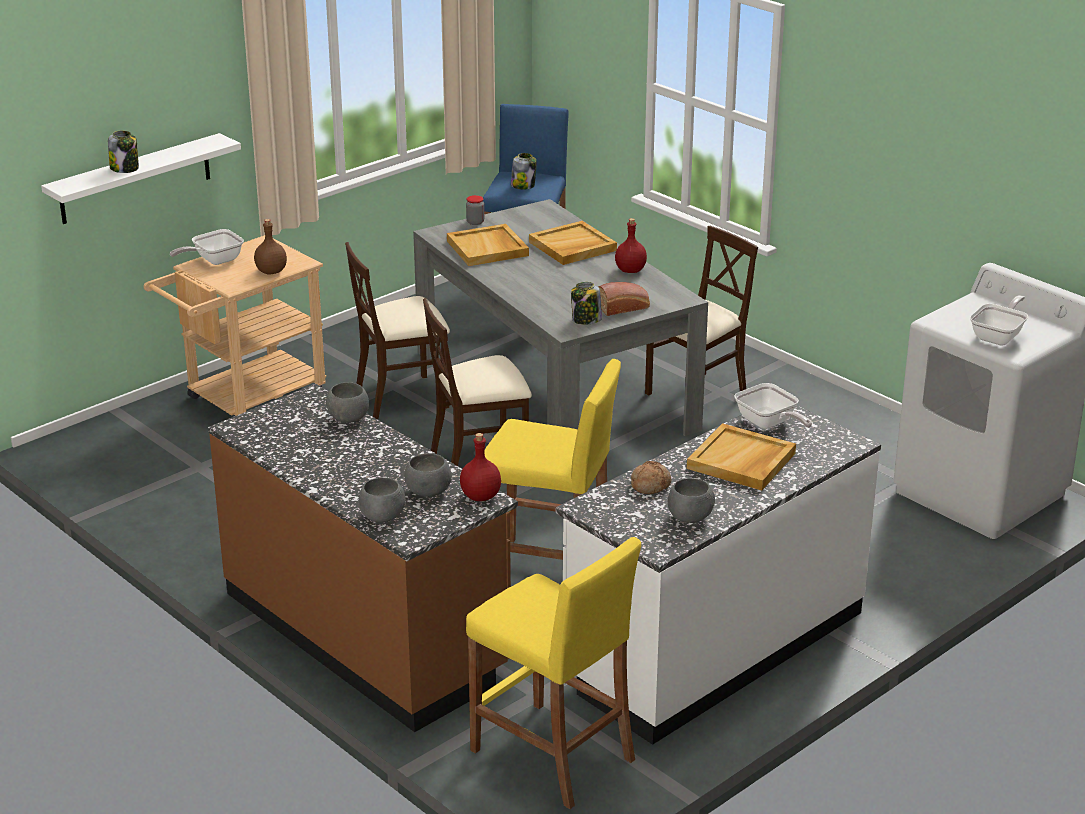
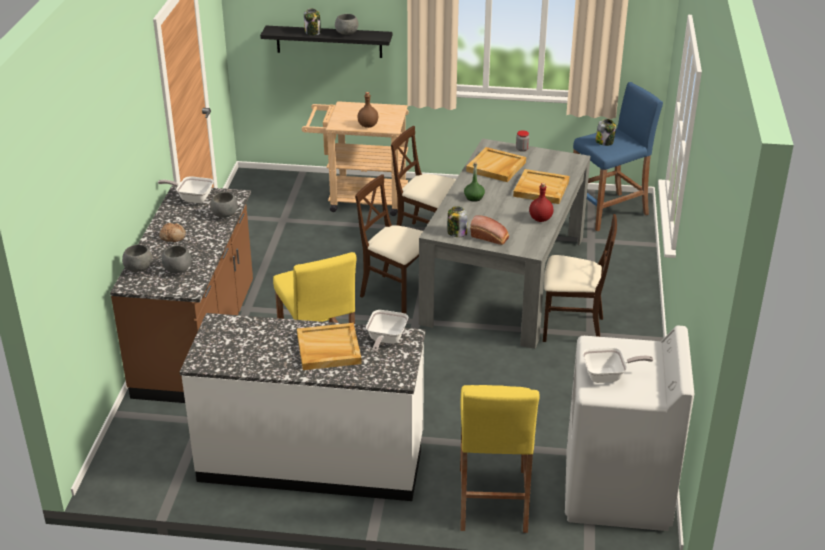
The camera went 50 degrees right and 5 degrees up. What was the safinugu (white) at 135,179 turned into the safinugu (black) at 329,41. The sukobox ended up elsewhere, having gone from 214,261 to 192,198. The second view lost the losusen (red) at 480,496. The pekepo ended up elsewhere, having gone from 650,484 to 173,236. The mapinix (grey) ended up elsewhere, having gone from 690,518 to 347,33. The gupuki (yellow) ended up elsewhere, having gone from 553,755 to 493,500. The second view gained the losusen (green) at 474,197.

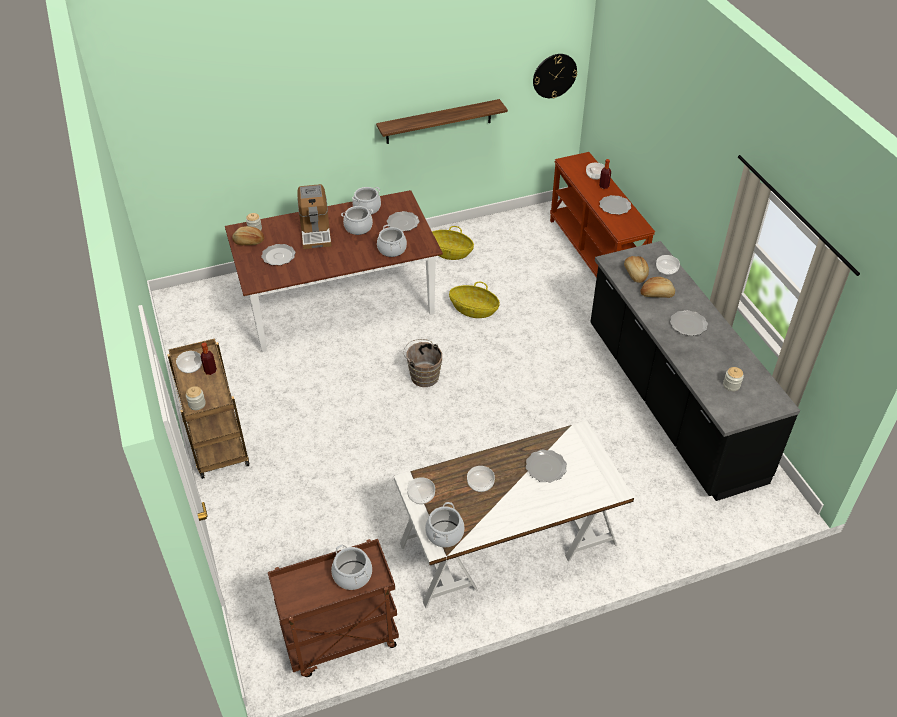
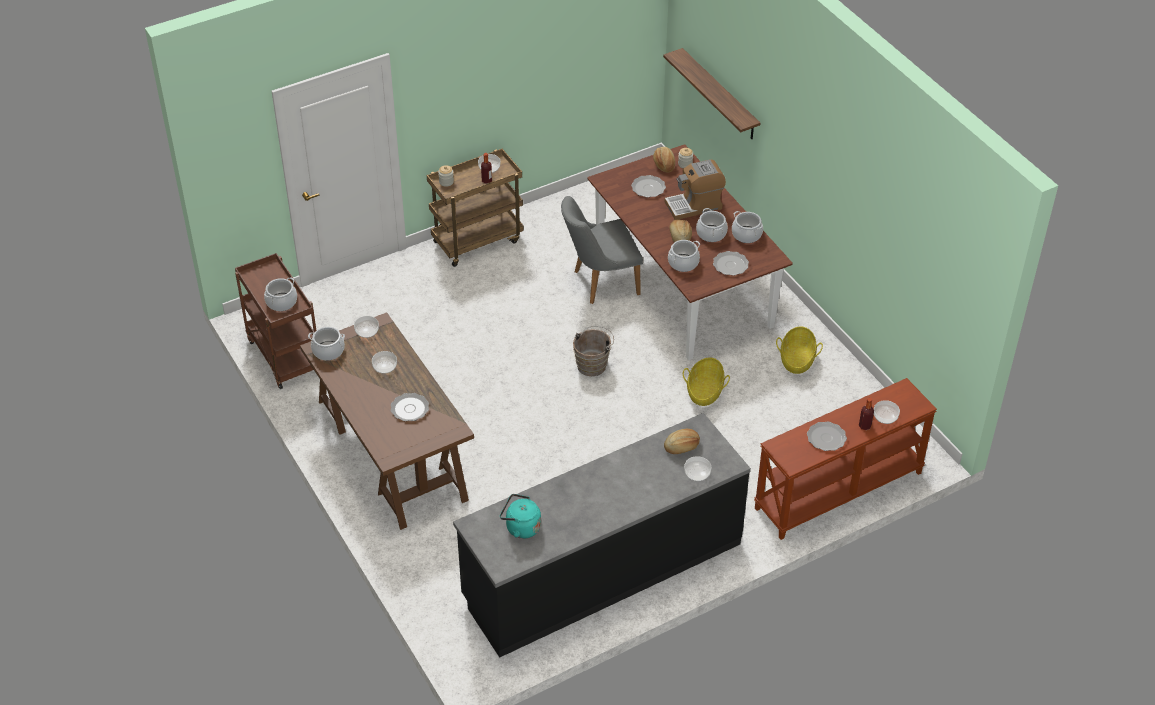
The camera went 80 degrees right and 0 degrees up. The second view lost the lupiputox at 554,75. The safinugu ended up elsewhere, having gone from 439,121 to 719,95. The pekepo ended up elsewhere, having gone from 657,294 to 679,237. The second view lost the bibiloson at 688,324. Where the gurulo stood at 731,385, the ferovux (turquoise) came to stand at 521,527. What was the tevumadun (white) at 508,545 turned into the tevumadun (brown) at 390,450. The second view gained the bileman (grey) at 599,283.

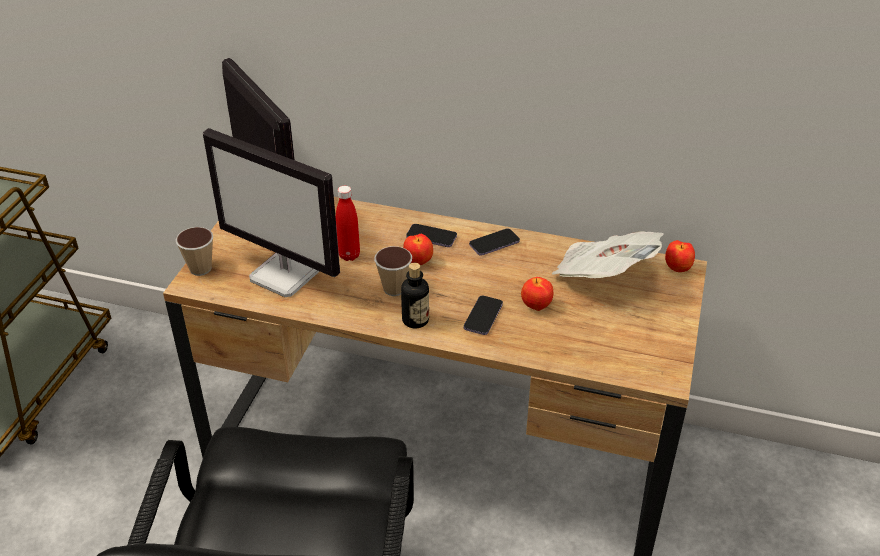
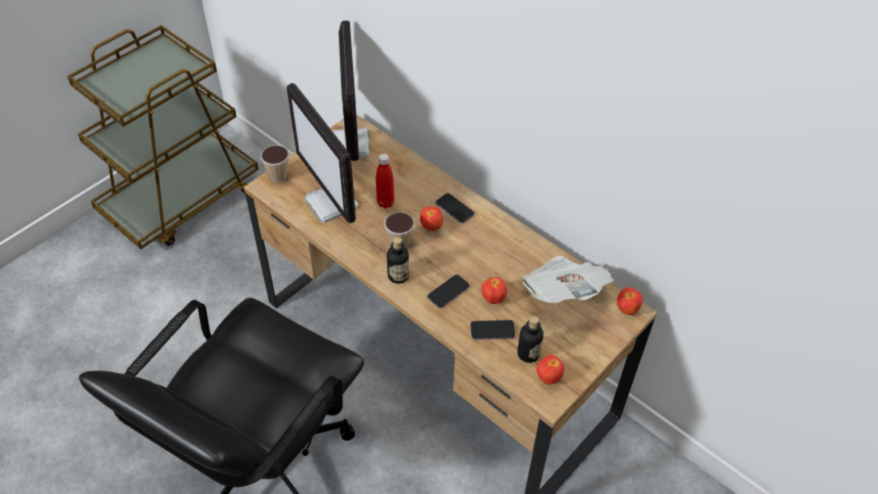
The camera went 25 degrees right and 10 degrees up. The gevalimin ended up elsewhere, having gone from 494,243 to 492,331. The second view gained the losusen at 528,354. The second view gained the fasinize at 548,377.

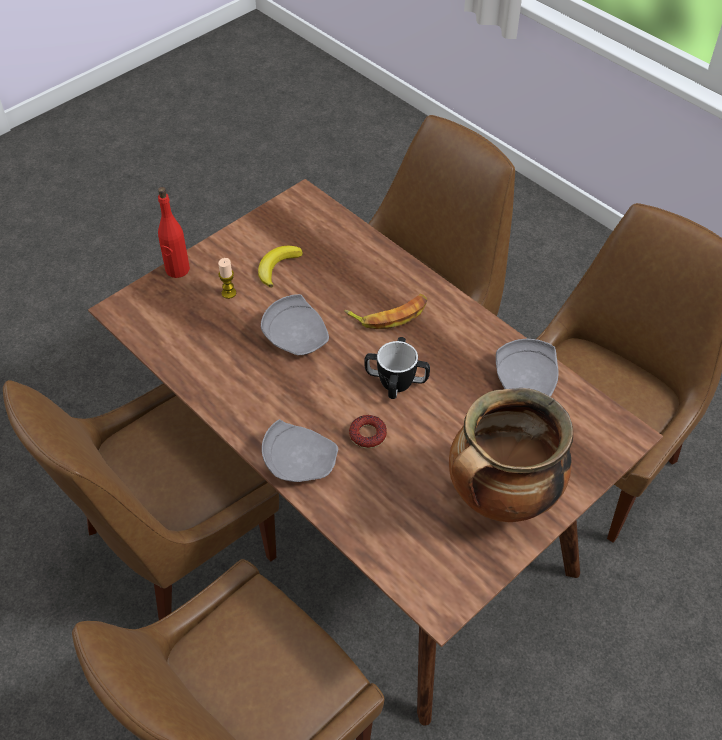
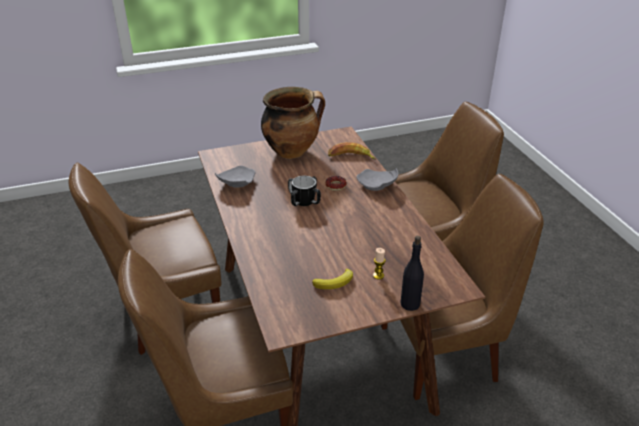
The camera went 155 degrees left and 15 degrees down. What was the losusen (red) at 177,269 turned into the losusen (black) at 410,304. The second view lost the bibiloson (grey) at 297,336. The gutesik ended up elsewhere, having gone from 389,314 to 350,156.

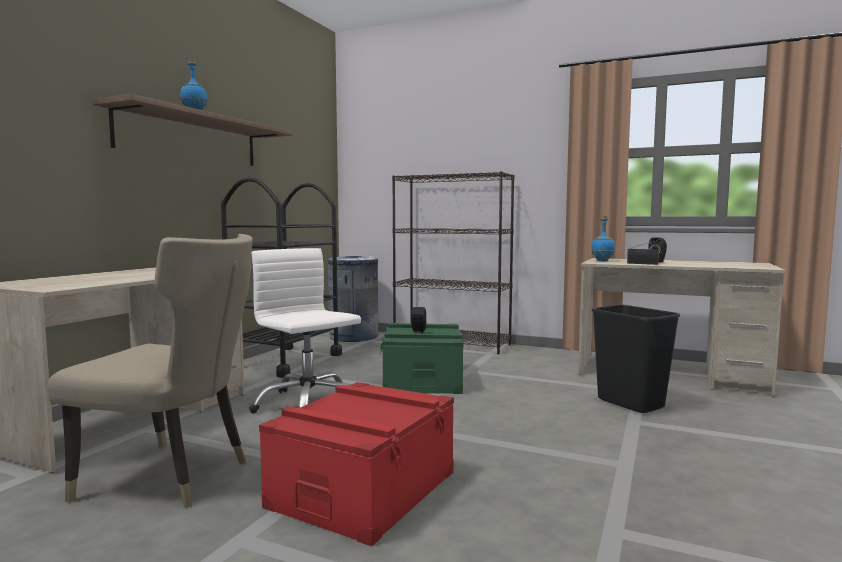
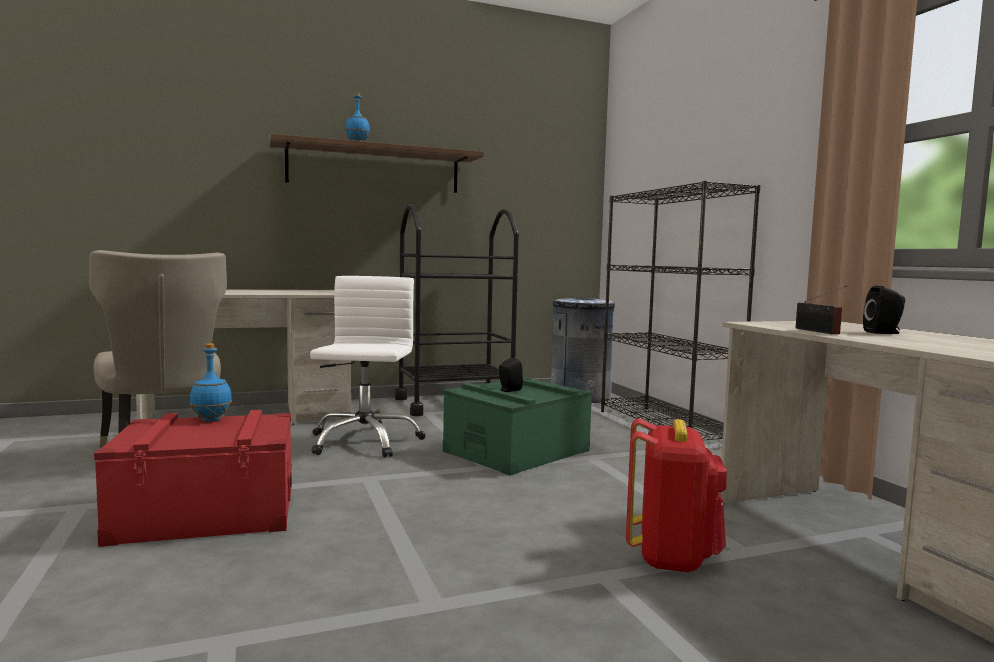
The camera went 45 degrees right and 0 degrees up. The losusen (blue) ended up elsewhere, having gone from 602,261 to 211,420. Where the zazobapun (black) stood at 629,404, the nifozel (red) came to stand at 671,557.

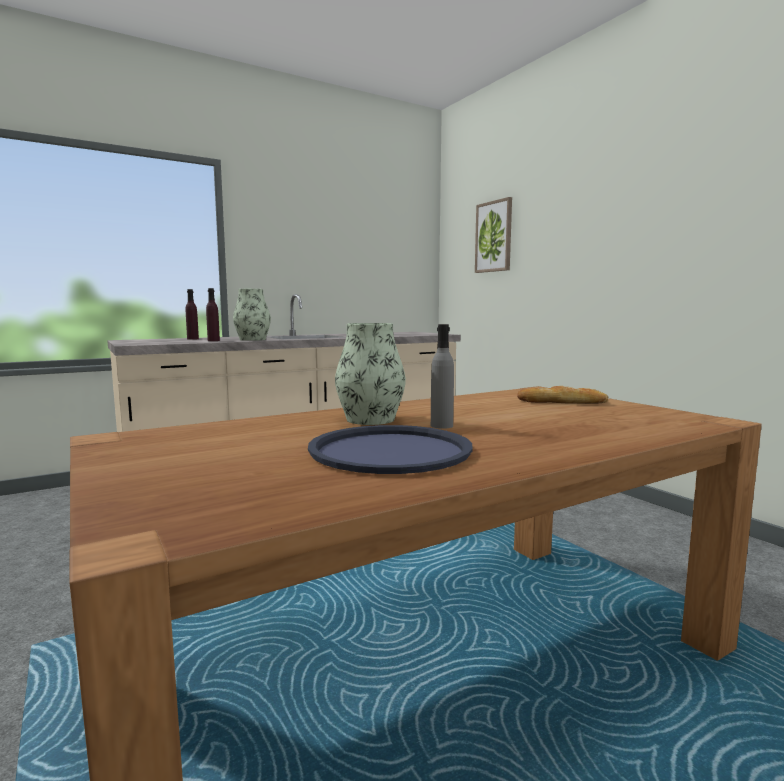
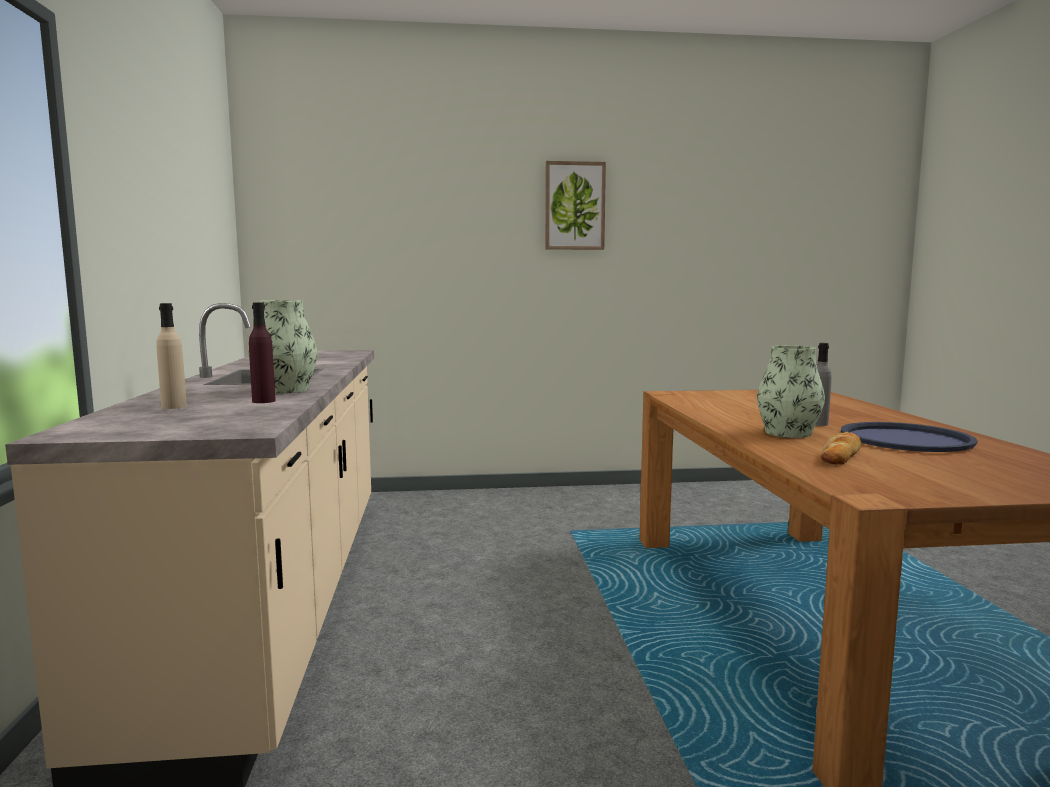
The camera went 65 degrees left and 0 degrees up. The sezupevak ended up elsewhere, having gone from 494,236 to 574,206. What was the losusen (purple) at 193,339 turned into the losusen (beige) at 174,406. The pekepo ended up elsewhere, having gone from 562,402 to 841,455.

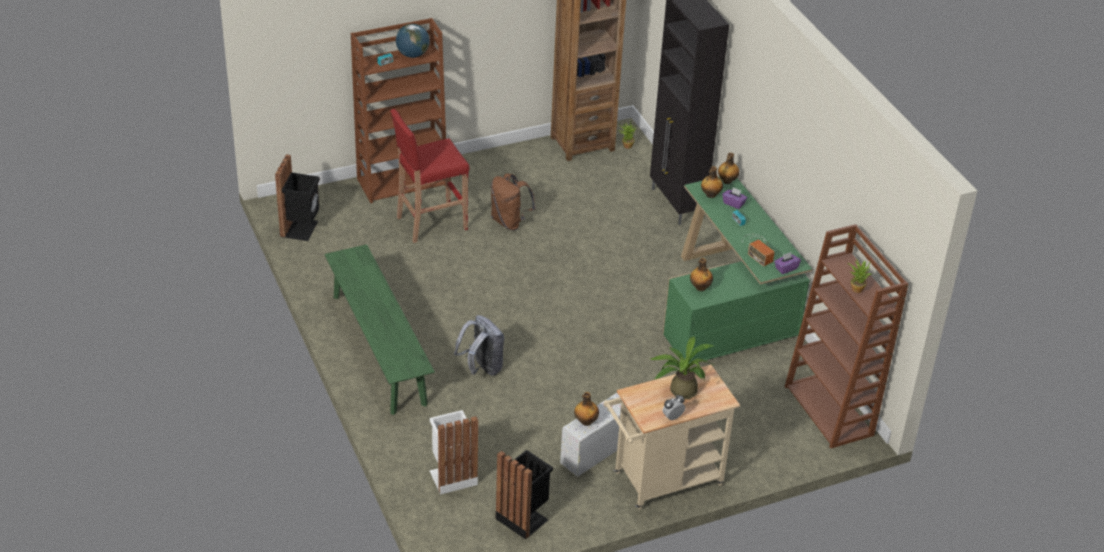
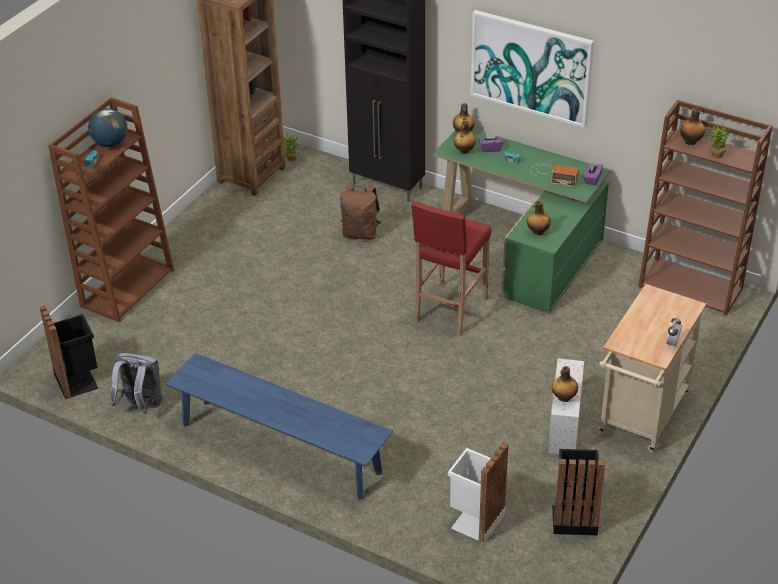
The camera went 35 degrees left and 0 degrees up. The gupuki (red) ended up elsewhere, having gone from 430,223 to 450,310. The nifozel (brown) ended up elsewhere, having gone from 509,222 to 360,234. What was the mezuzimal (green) at 378,349 turned into the mezuzimal (blue) at 280,448. The nifozel (grey) ended up elsewhere, having gone from 482,368 to 141,406. The second view lost the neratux at 679,390. The second view gained the sezupevak at 531,67. The second view gained the losusen at 691,142.

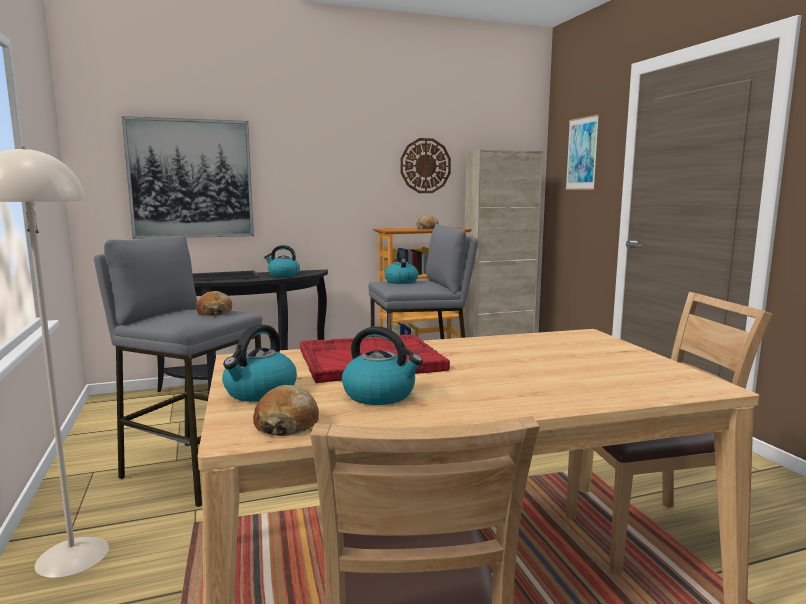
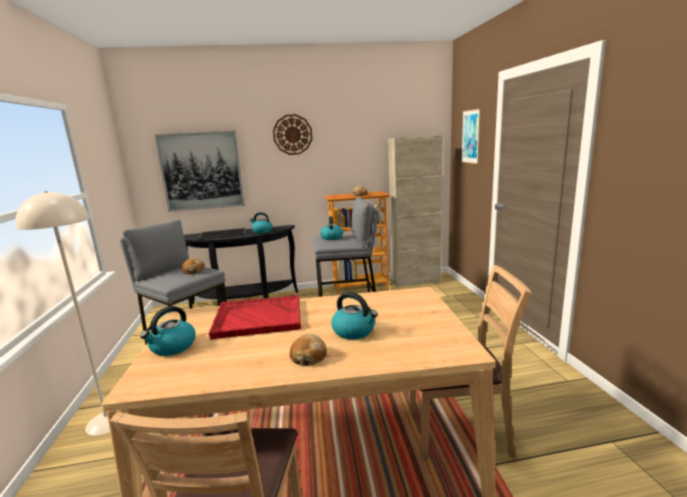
The camera went 10 degrees right and 5 degrees up. The lupiputox ended up elsewhere, having gone from 425,166 to 292,134. The ferovux ended up elsewhere, having gone from 380,395 to 354,331. The pekepo ended up elsewhere, having gone from 287,424 to 309,356.

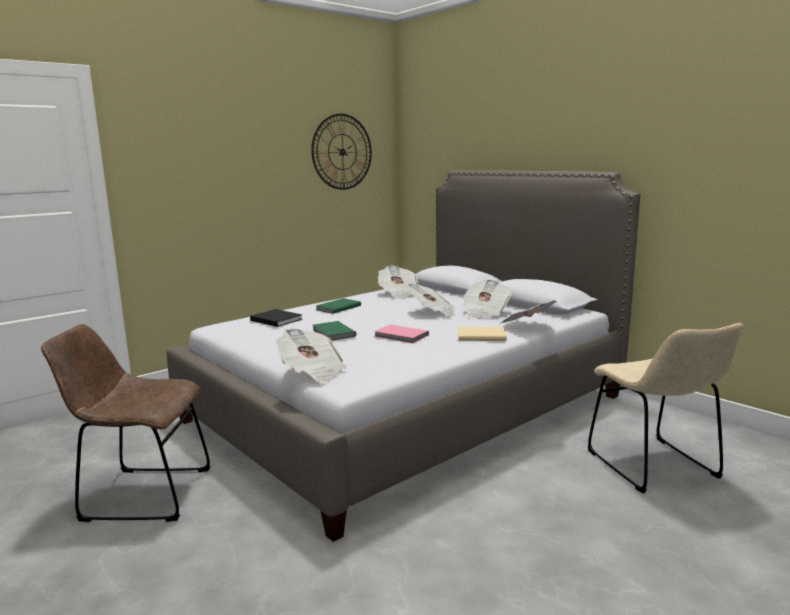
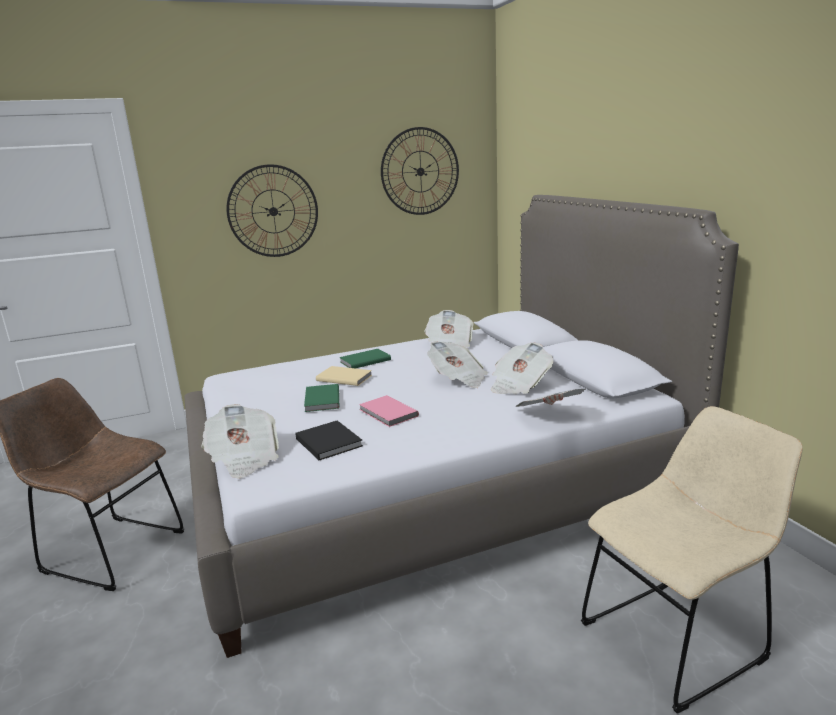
The camera went 20 degrees right and 5 degrees up. The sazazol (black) ended up elsewhere, having gone from 275,319 to 328,441. The bileman (beige) at 656,468 ended up facing another way, 120 degrees counterclockwise from before. The sazazol (beige) ended up elsewhere, having gone from 480,336 to 344,377. The second view gained the lupiputox at 273,211.

